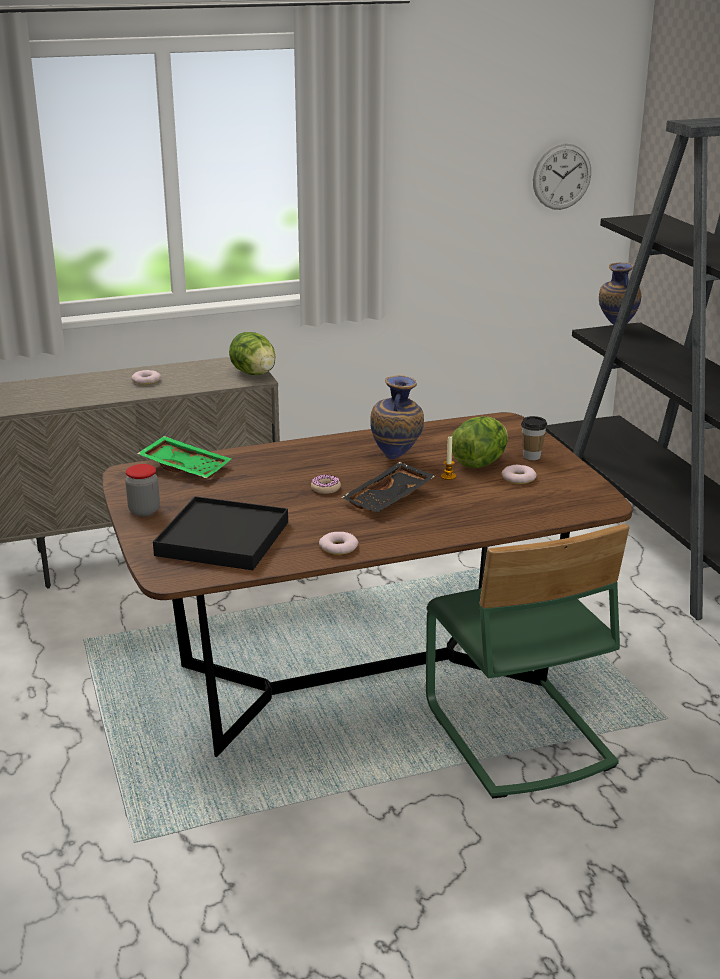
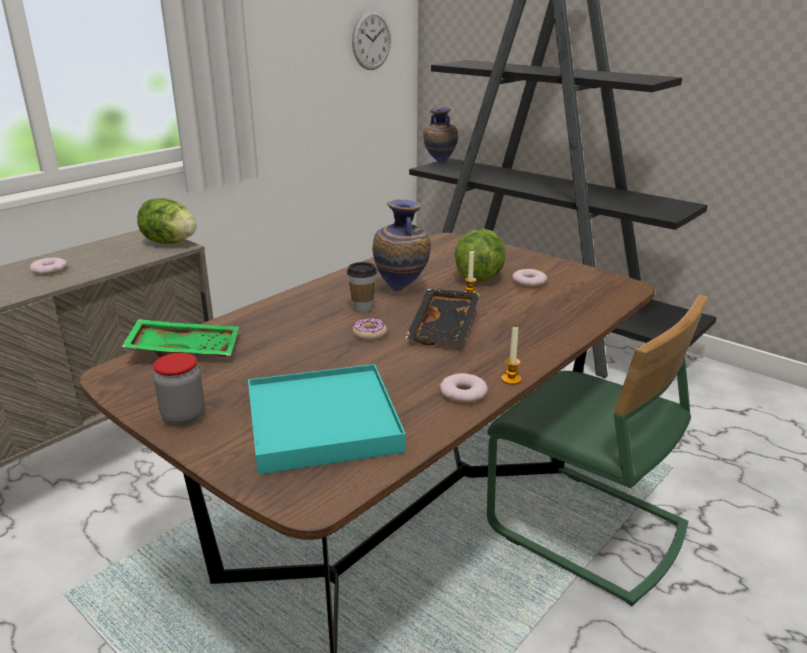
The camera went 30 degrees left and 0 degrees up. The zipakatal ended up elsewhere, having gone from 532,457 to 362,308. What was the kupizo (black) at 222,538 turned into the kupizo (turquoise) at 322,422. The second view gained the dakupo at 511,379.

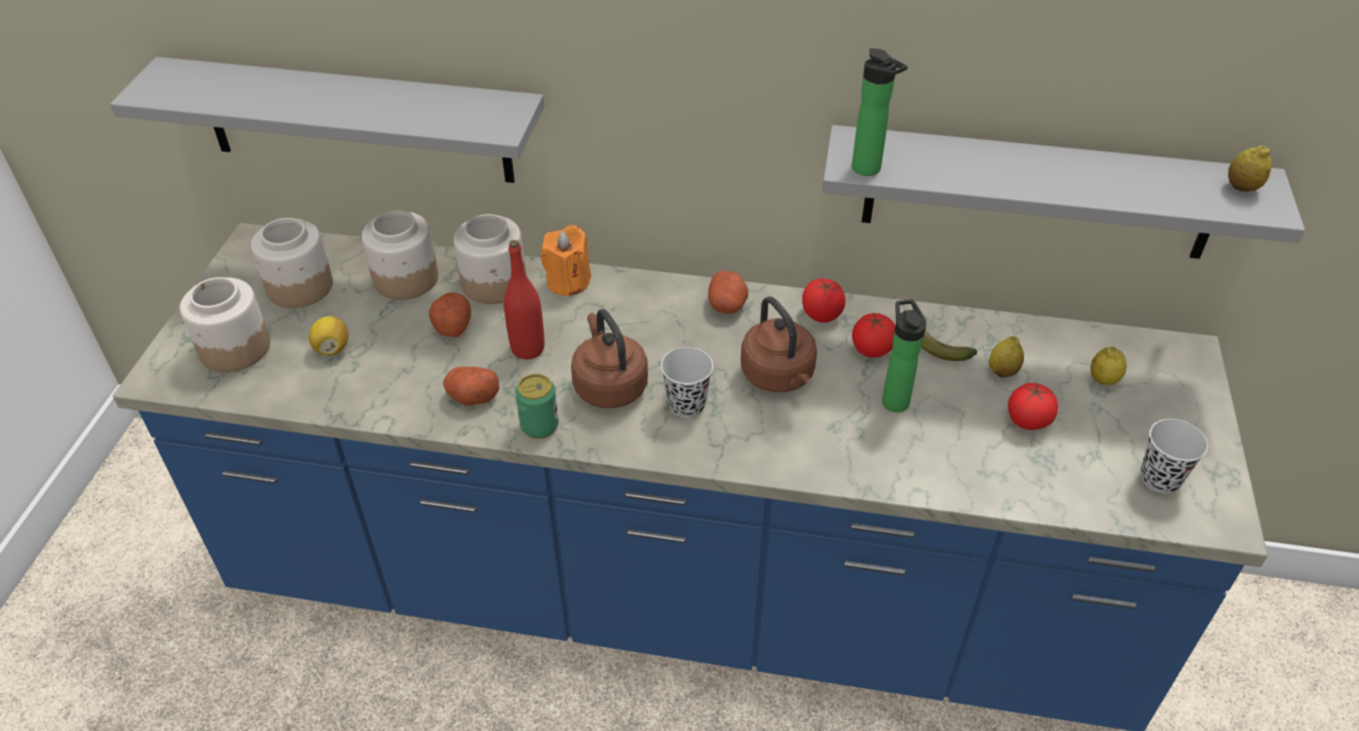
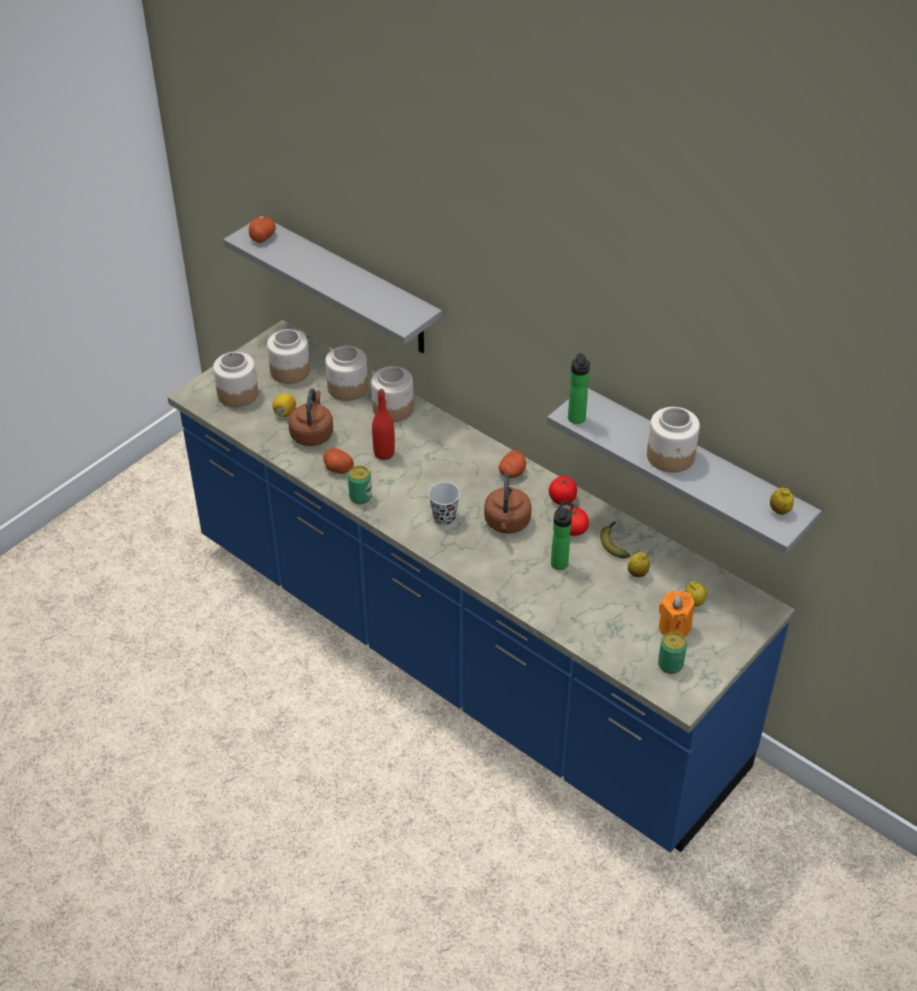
The camera went 30 degrees right and 0 degrees up. The dakupo (orange) ended up elsewhere, having gone from 568,282 to 674,627. The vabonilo ended up elsewhere, having gone from 452,325 to 262,237. The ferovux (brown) ended up elsewhere, having gone from 609,385 to 312,433. The second view lost the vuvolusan at 1027,420. Where the zipakatal (black) stood at 1160,479, the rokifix came to stand at 670,665. The second view gained the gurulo at 671,456.

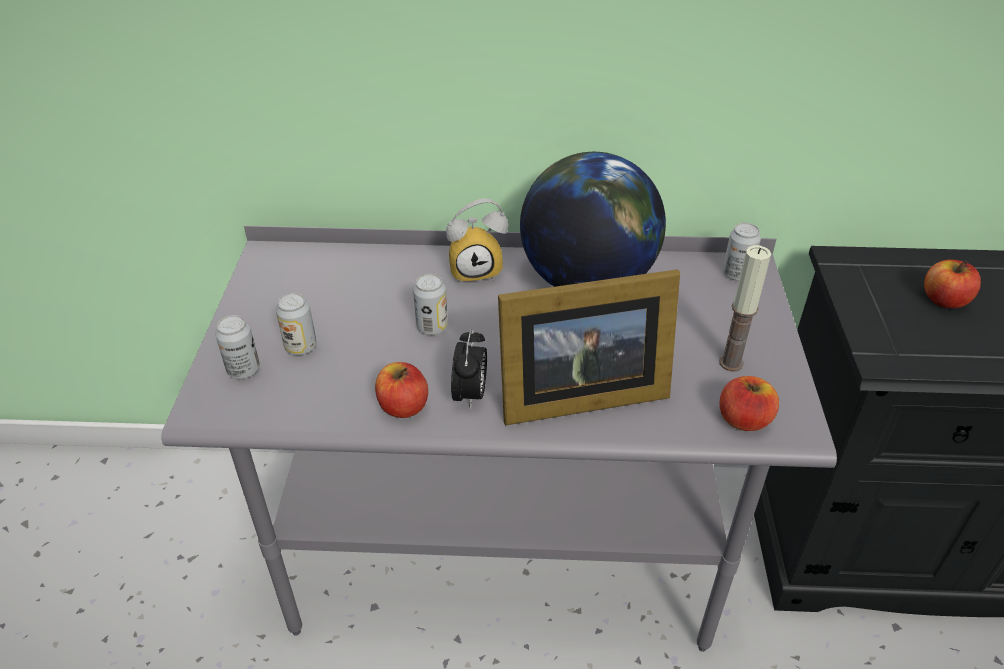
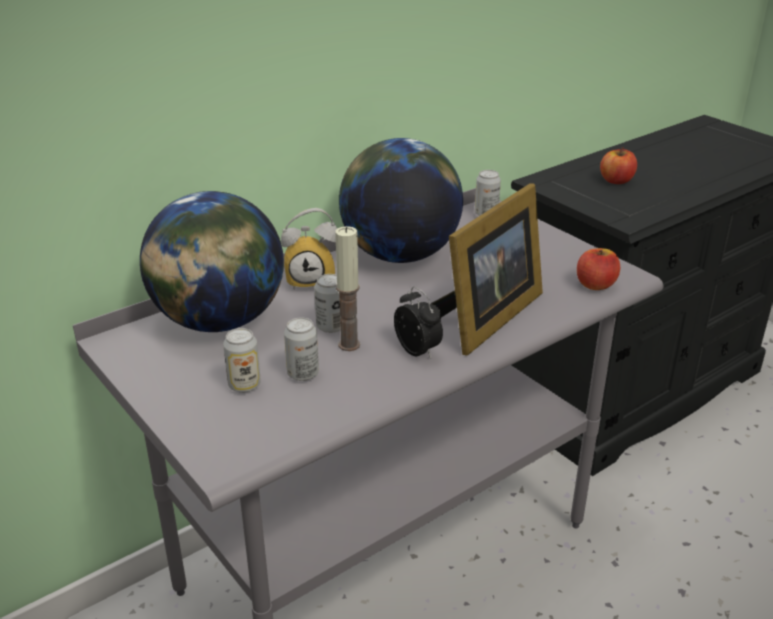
The camera went 40 degrees left and 10 degrees down. The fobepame at 476,270 ended up facing another way, 45 degrees clockwise from before. The dakupo ended up elsewhere, having gone from 731,363 to 349,344. The rokifix ended up elsewhere, having gone from 243,370 to 303,374. The second view lost the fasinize at 403,406. The second view gained the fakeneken at 219,321.

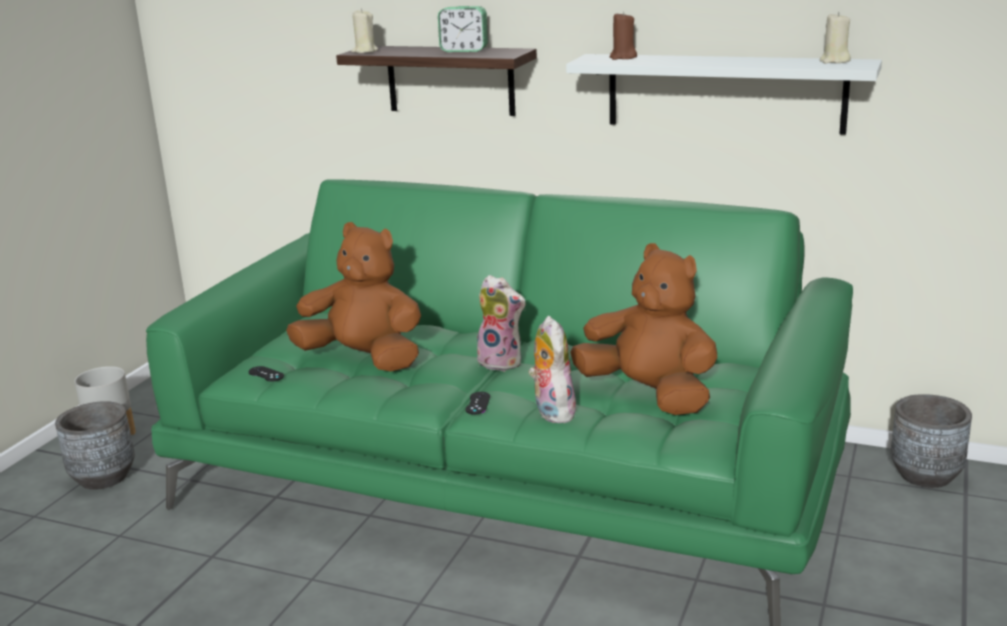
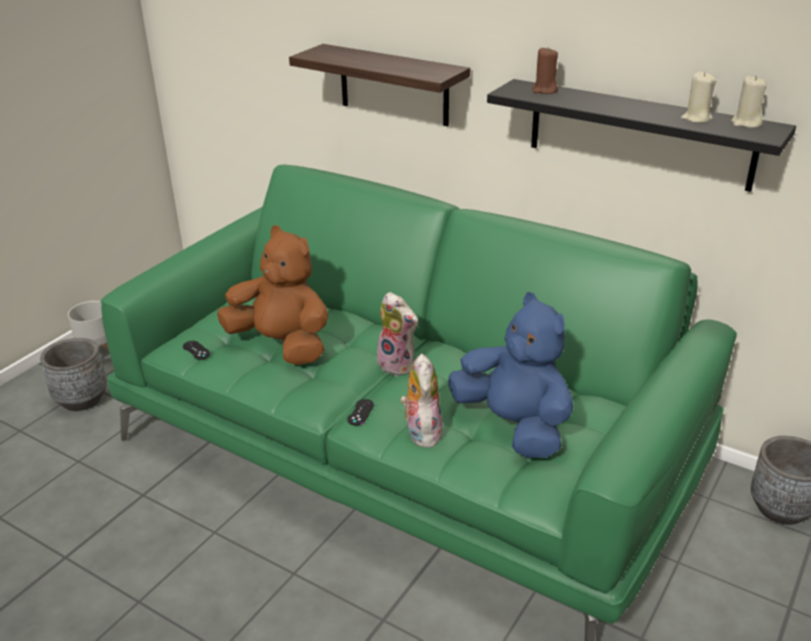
The camera went 10 degrees right and 10 degrees up. The second view lost the fobepame at 464,50. The dakupo (beige) ended up elsewhere, having gone from 364,51 to 696,119. What was the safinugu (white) at 724,93 turned into the safinugu (black) at 639,134. What was the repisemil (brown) at 649,395 turned into the repisemil (blue) at 514,426.

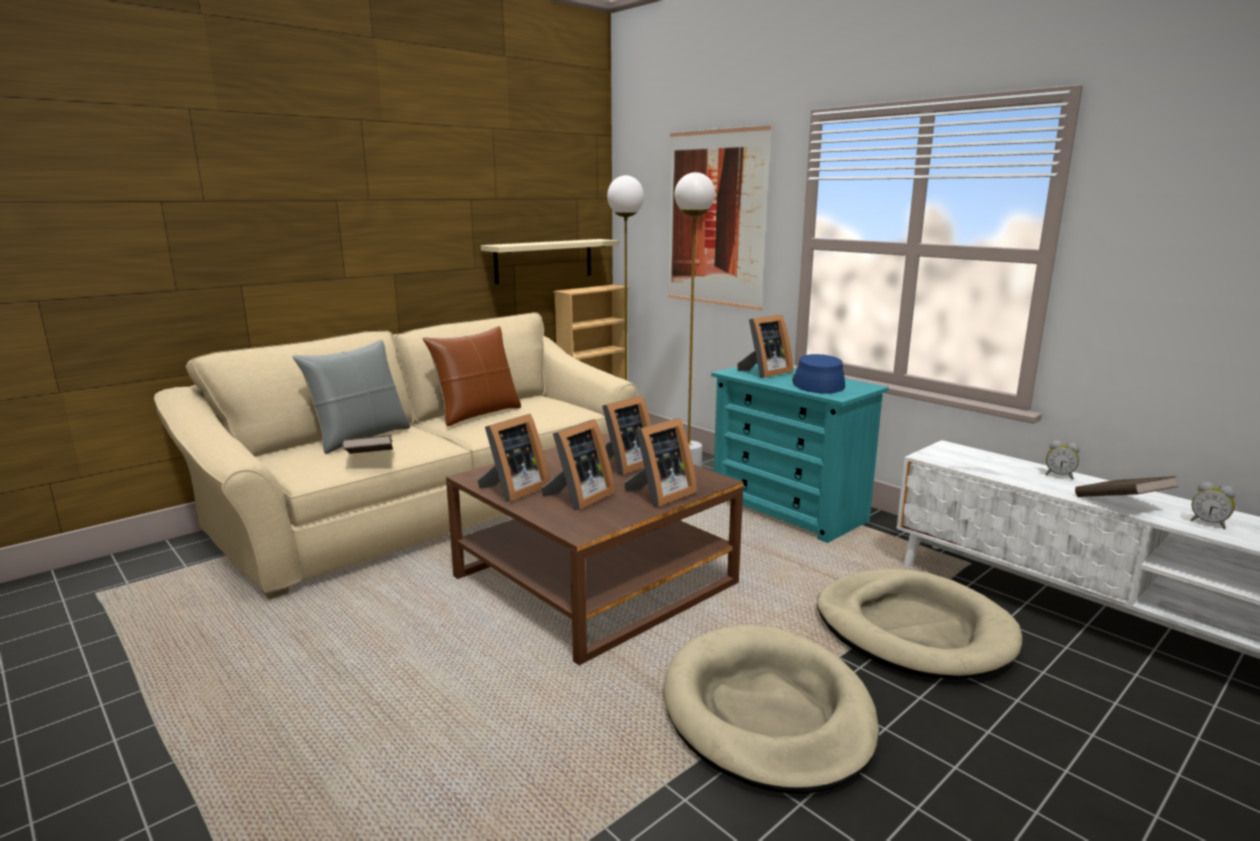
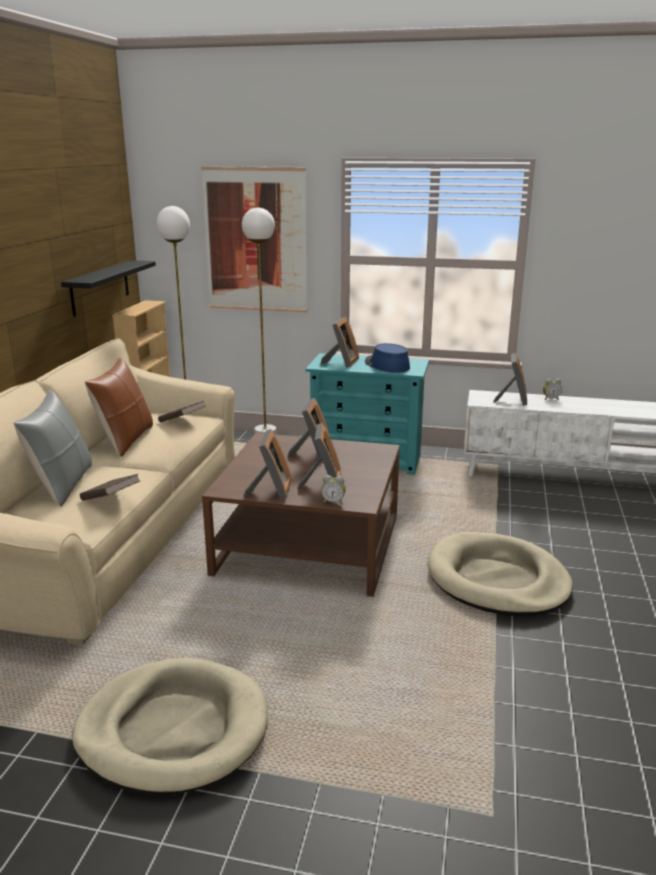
The camera went 35 degrees left and 5 degrees up. What was the safinugu (beige) at 544,260 turned into the safinugu (black) at 100,287. The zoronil ended up elsewhere, having gone from 660,495 to 512,400. The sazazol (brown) ended up elsewhere, having gone from 1121,504 to 182,421. The fobepame ended up elsewhere, having gone from 1208,523 to 333,502. The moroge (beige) ended up elsewhere, having gone from 913,629 to 173,730.

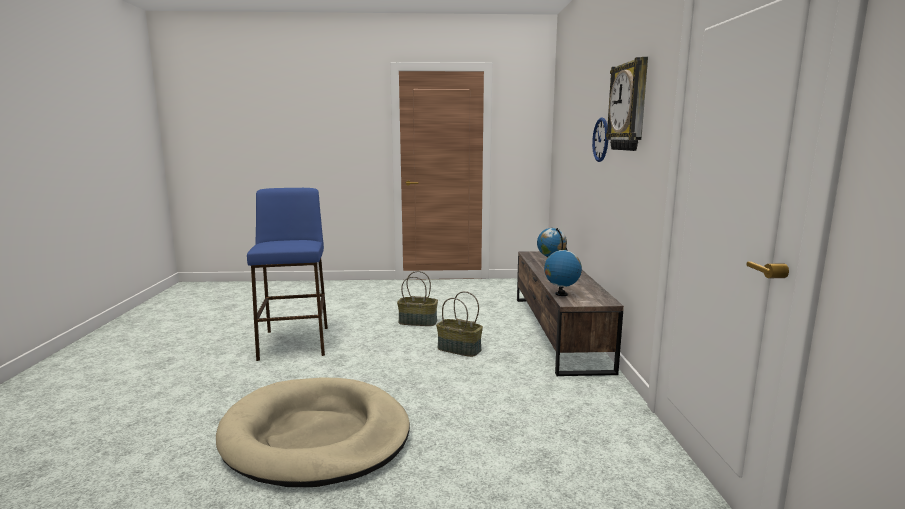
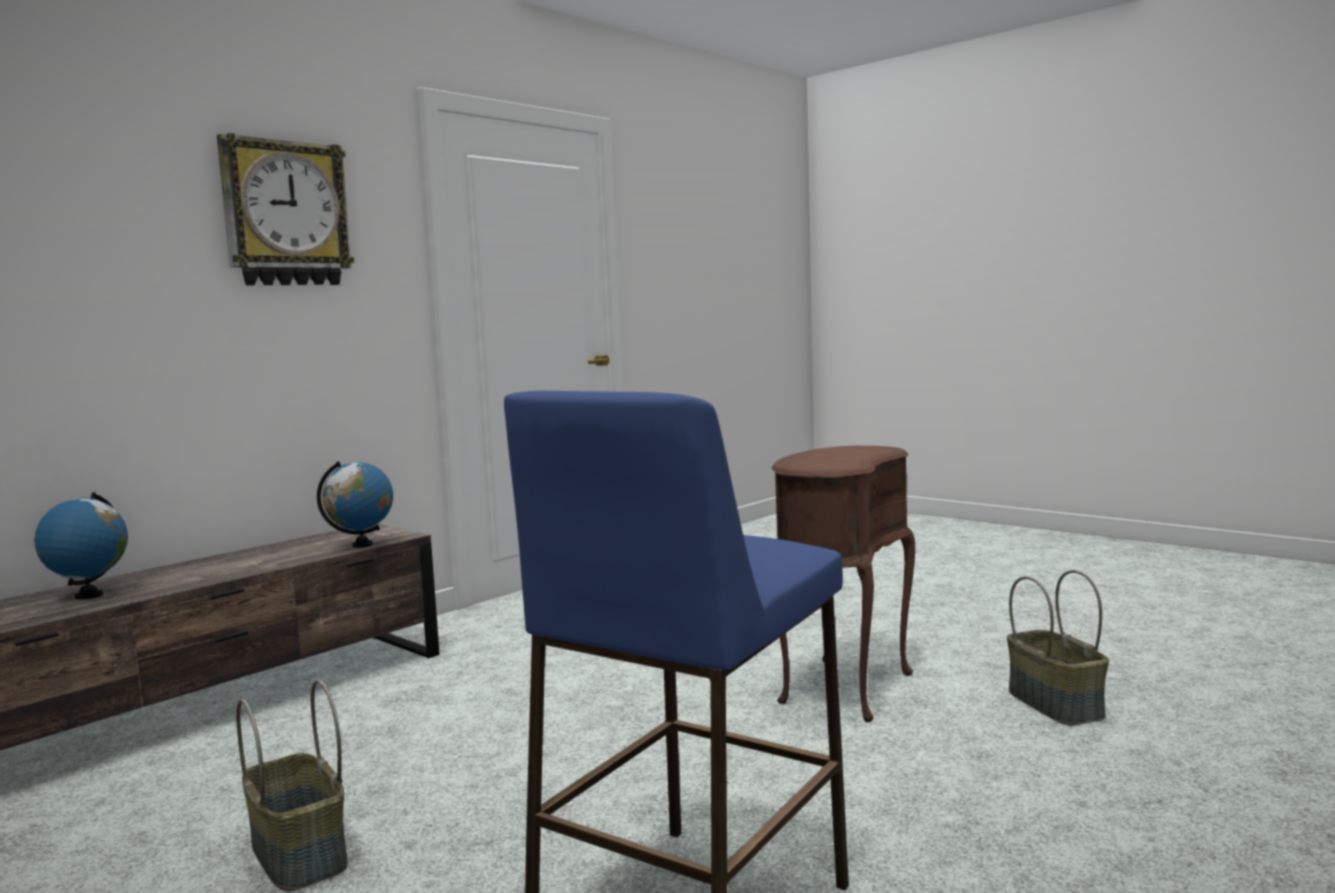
The camera went 135 degrees left and 5 degrees down. The second view lost the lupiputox at 601,139. The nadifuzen ended up elsewhere, having gone from 458,349 to 1057,704. Where the moroge (beige) stood at 316,436, the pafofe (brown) came to stand at 841,688.

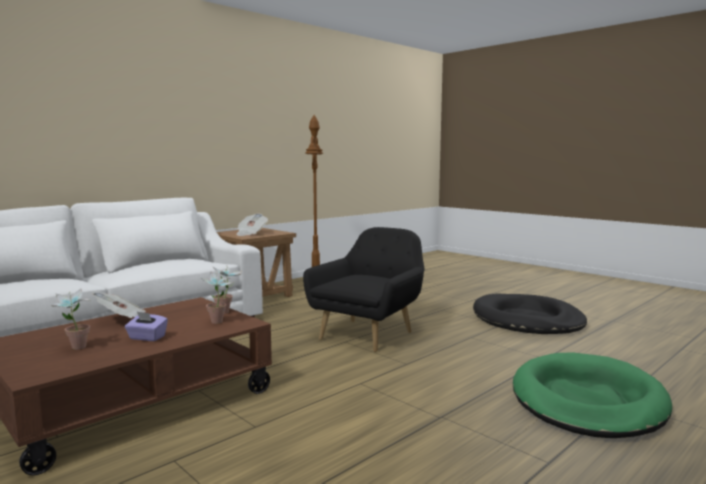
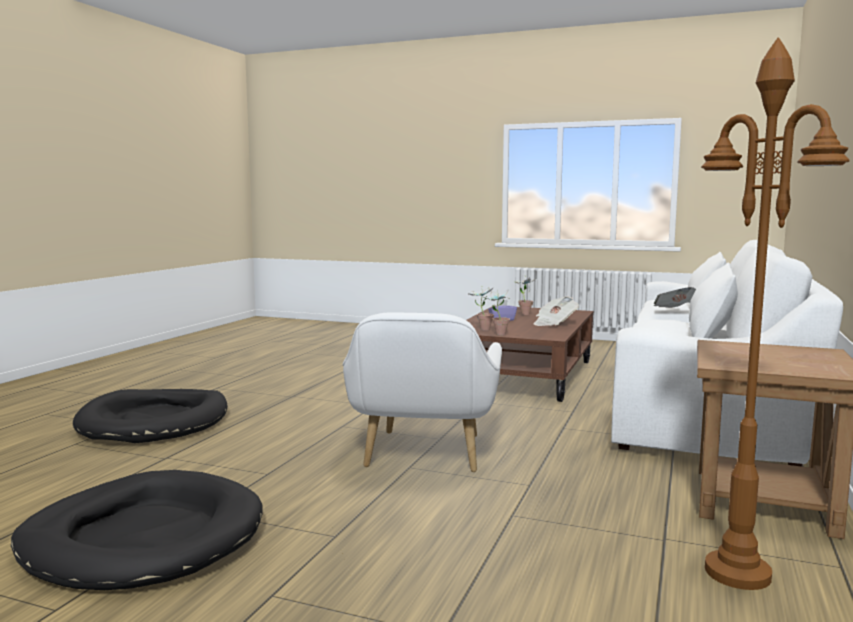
The camera went 155 degrees right and 0 degrees up. The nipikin ended up elsewhere, having gone from 251,234 to 676,311. What was the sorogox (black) at 368,333 turned into the sorogox (white) at 423,454. What was the moroge (green) at 587,401 turned into the moroge (black) at 155,421.

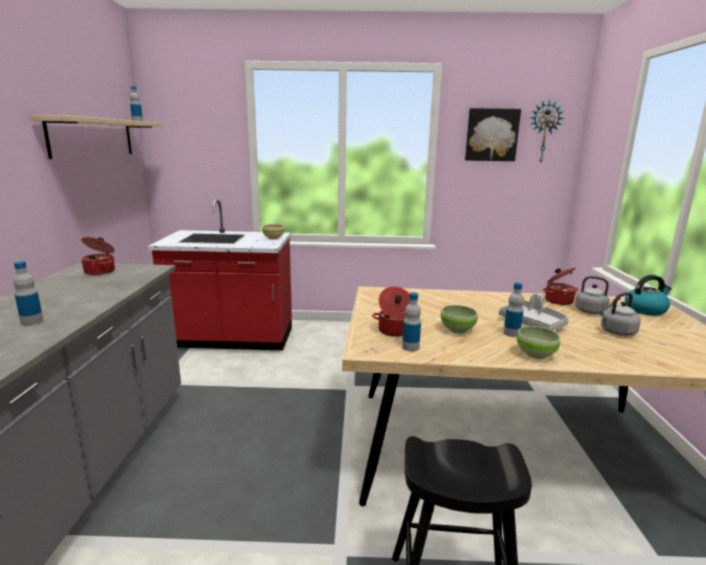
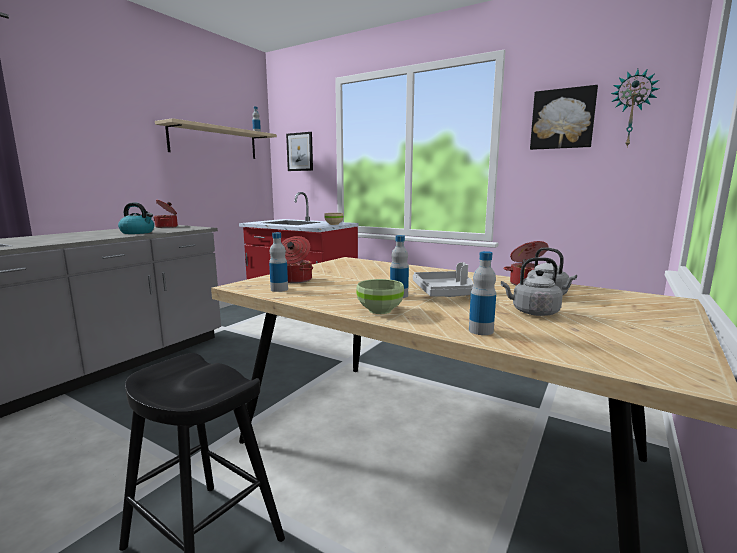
The camera went 30 degrees right and 5 degrees down. The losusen ended up elsewhere, having gone from 32,321 to 481,331. The ferovux ended up elsewhere, having gone from 645,310 to 138,232. The second view lost the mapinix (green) at 457,330. The second view gained the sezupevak at 300,152.

